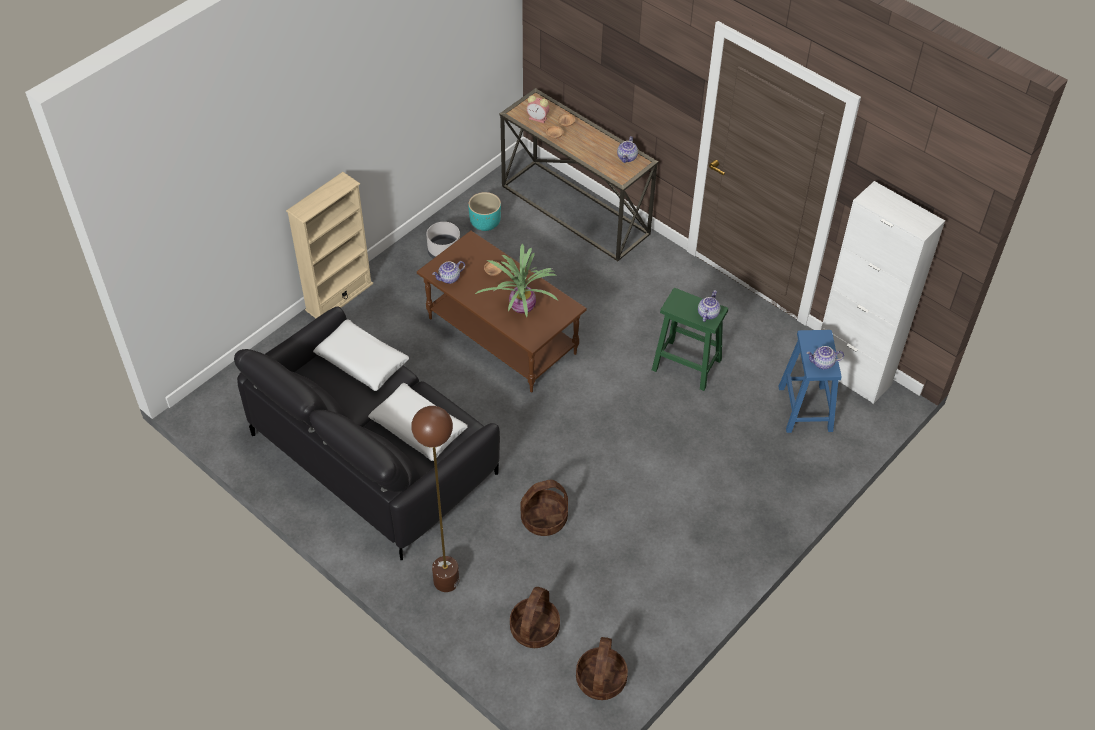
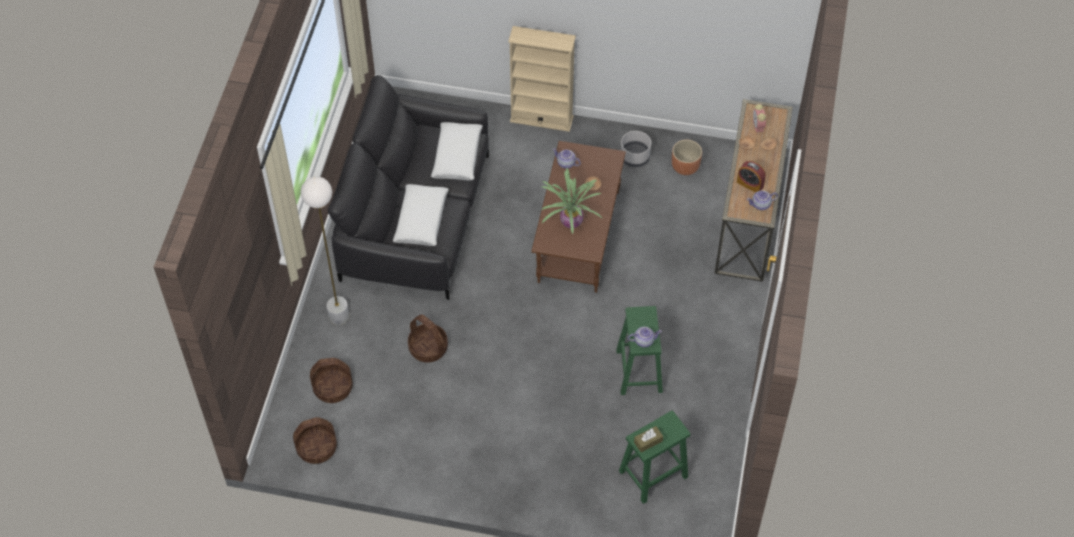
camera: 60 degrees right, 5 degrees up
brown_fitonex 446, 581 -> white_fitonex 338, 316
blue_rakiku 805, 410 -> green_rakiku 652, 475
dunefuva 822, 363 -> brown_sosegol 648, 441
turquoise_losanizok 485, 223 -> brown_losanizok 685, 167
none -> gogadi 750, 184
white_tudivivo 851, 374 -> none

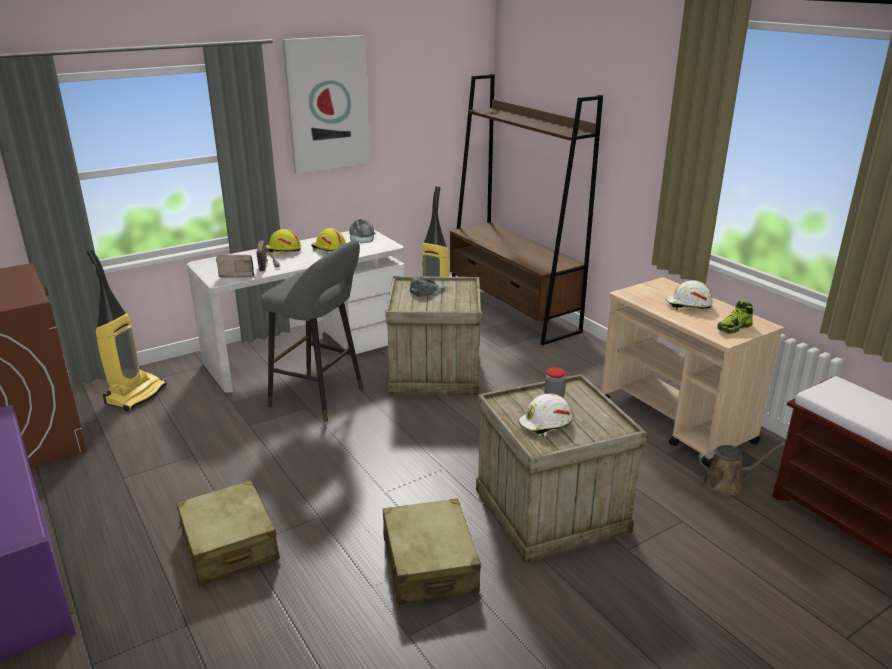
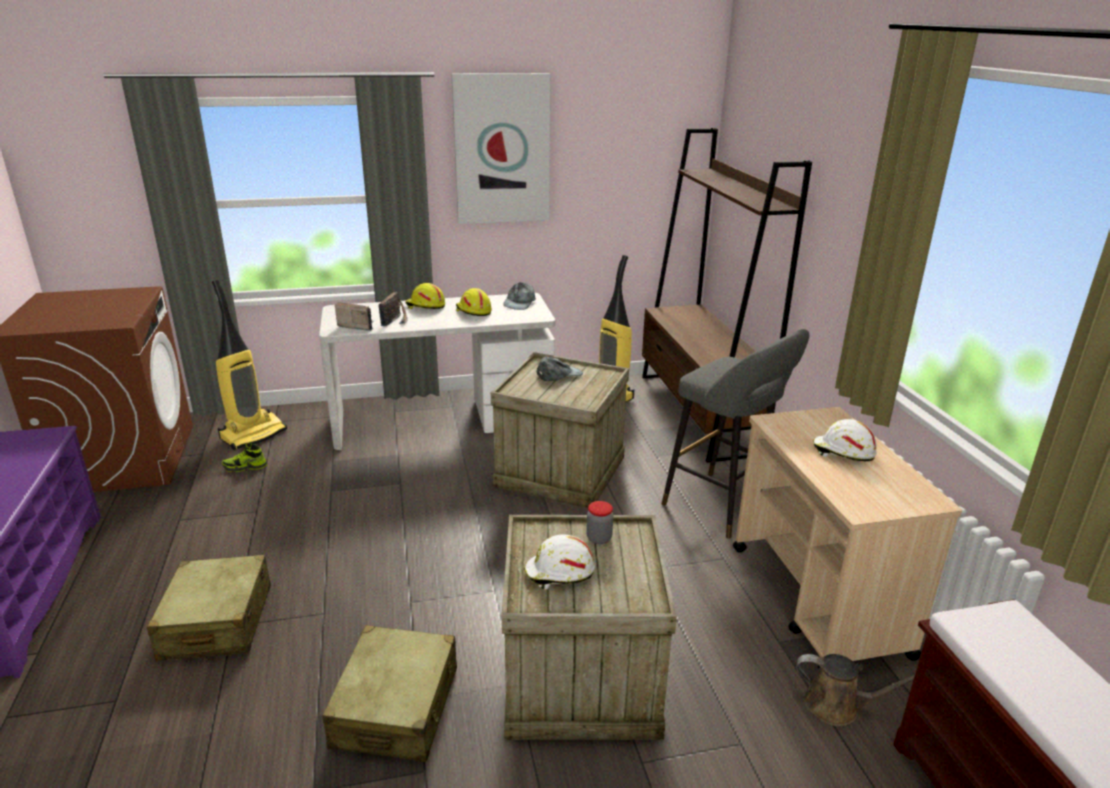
camera: 20 degrees right, 0 degrees up
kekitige 734, 328 -> kekitige 245, 467, shifted
grey_rakiku 321, 398 -> grey_rakiku 724, 507, shifted

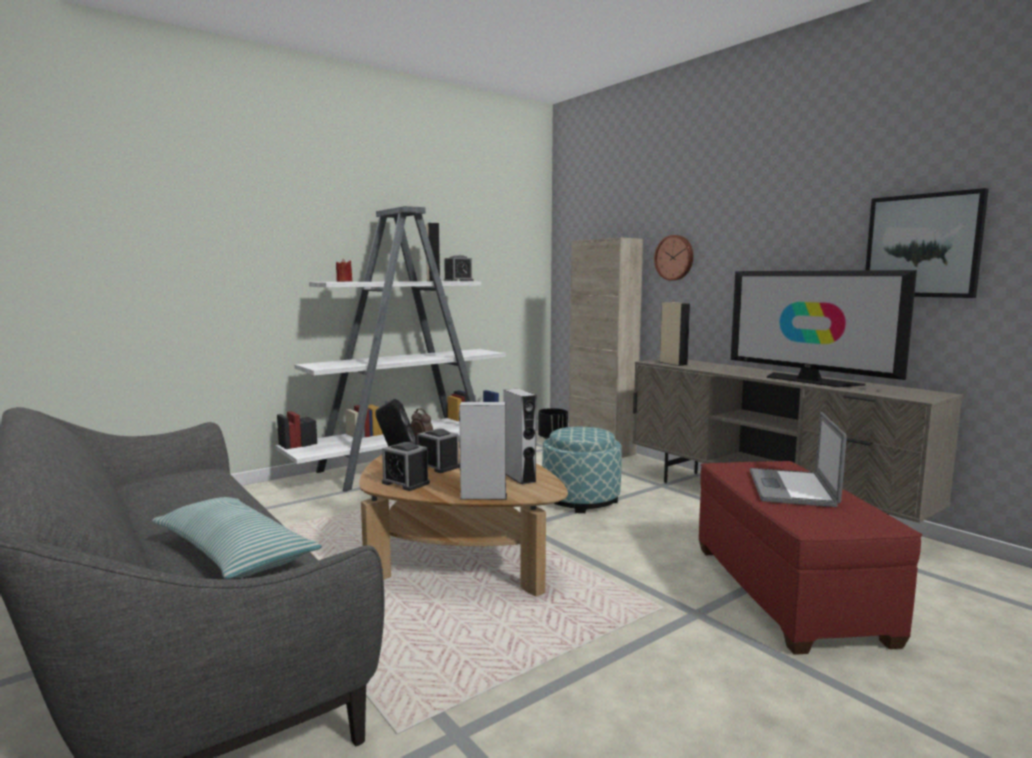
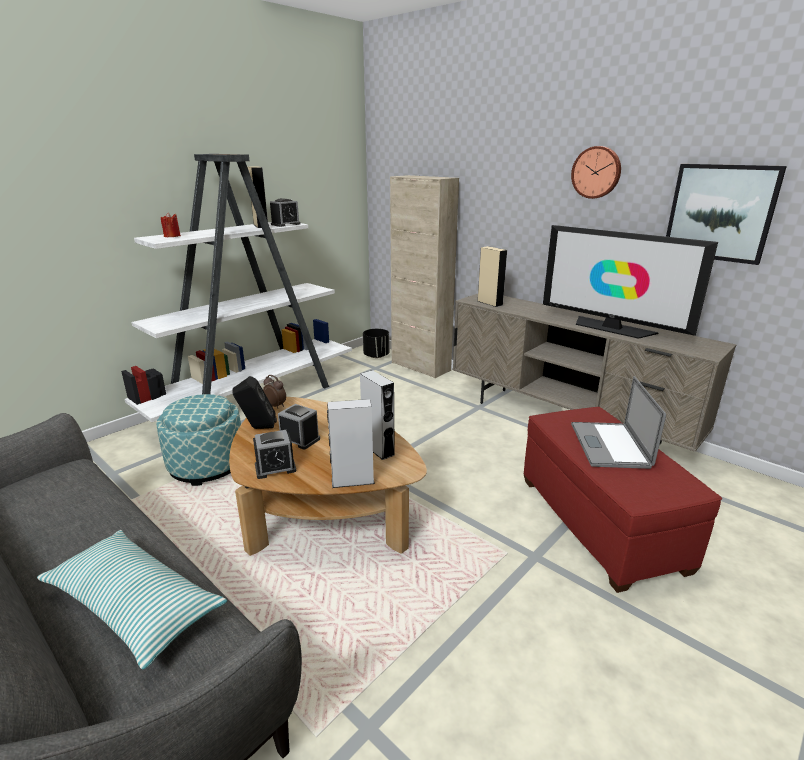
camera: 10 degrees left, 15 degrees up
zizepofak 581, 500 -> zizepofak 207, 465, shifted
gogadi 405, 483 -> gogadi 275, 468, 45 degrees counterclockwise
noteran 675, 257 -> noteran 596, 172, shifted

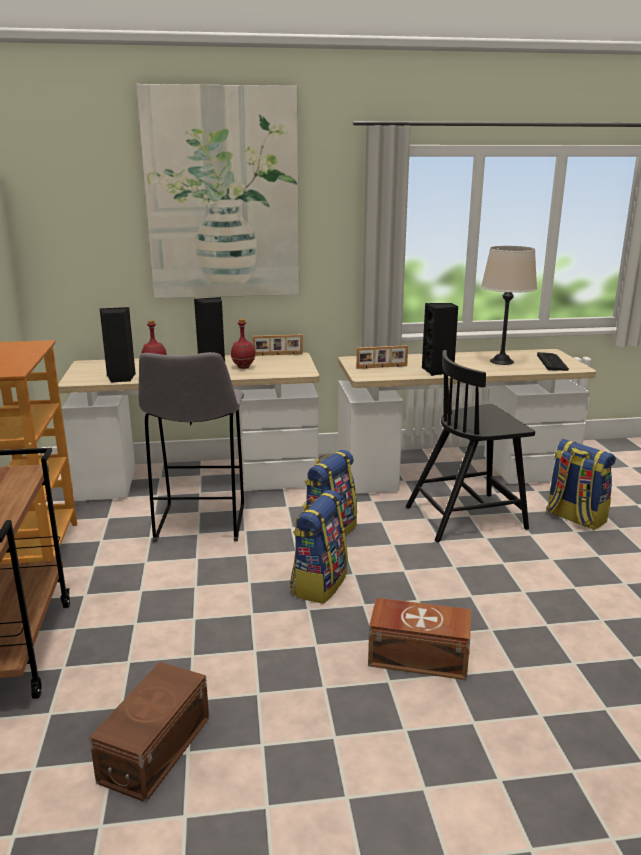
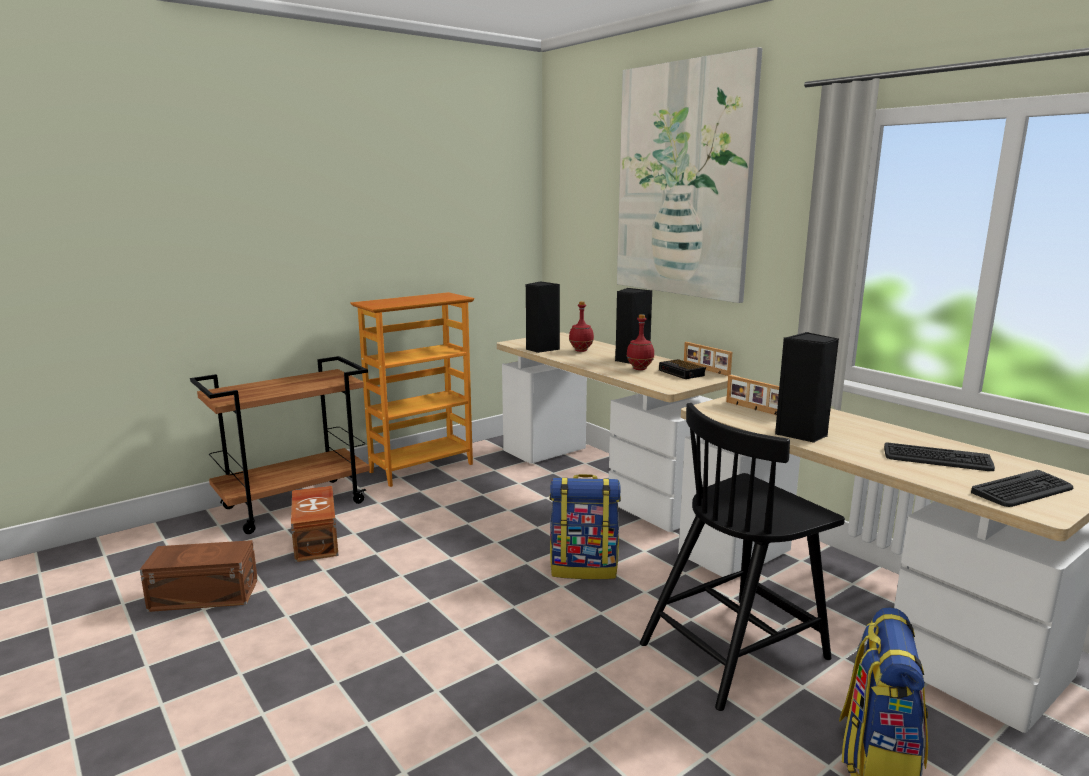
camera: 60 degrees right, 5 degrees down
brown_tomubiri 417, 656 -> brown_tomubiri 317, 539, shifted
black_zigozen 467, 517 -> black_zigozen 735, 649, 75 degrees counterclockwise
none -> gogadi 682, 373
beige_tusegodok 501, 361 -> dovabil 937, 459
grey_rakiku 200, 524 -> none
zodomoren 318, 584 -> none

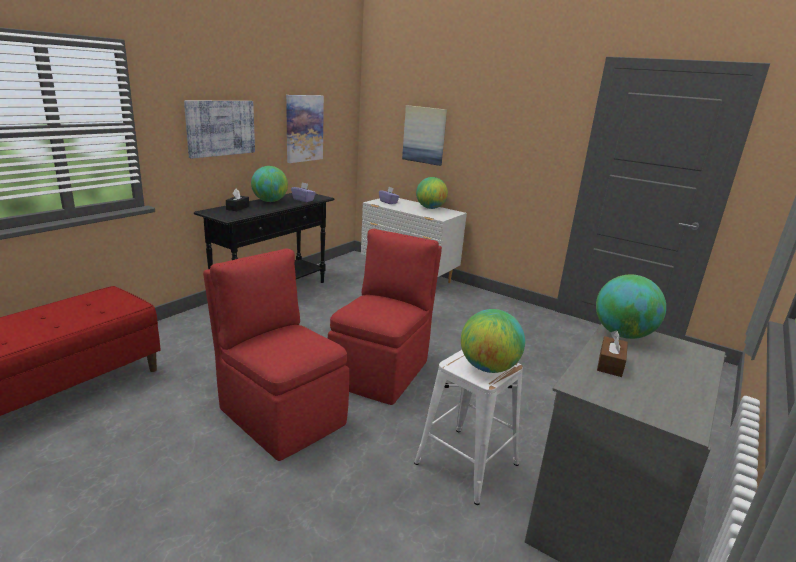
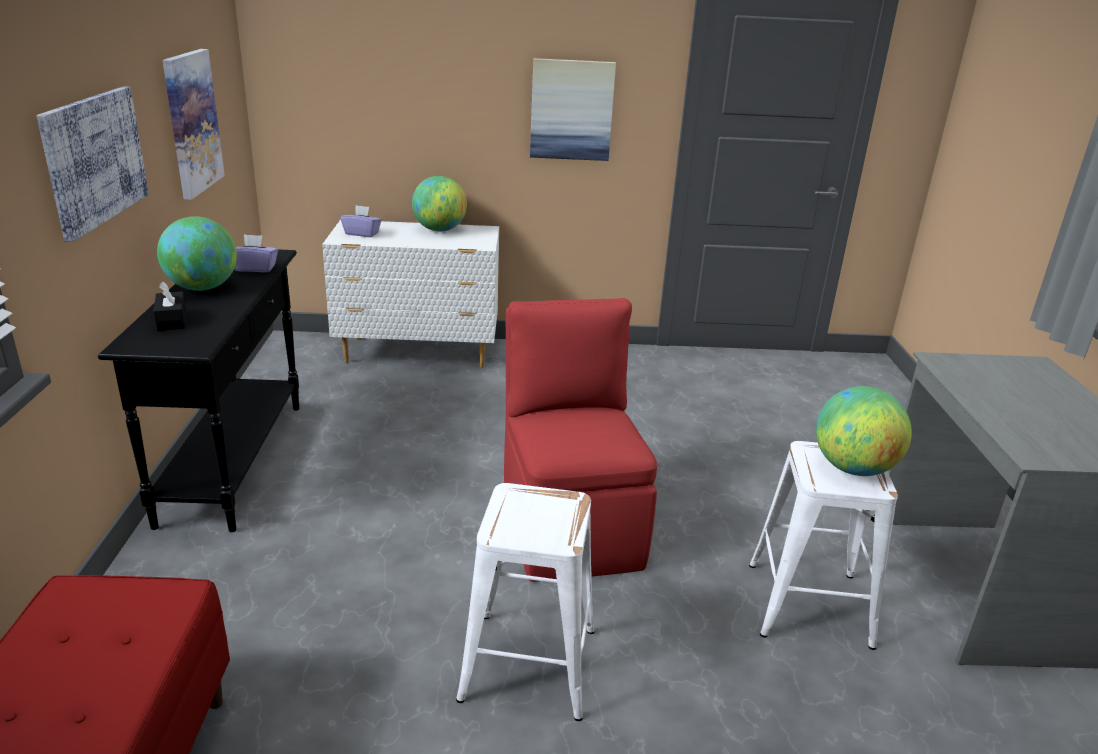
camera: 35 degrees left, 5 degrees up
red_zigozen 280, 414 -> white_rakiku 527, 663
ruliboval 424, 135 -> ruliboval 571, 110, shifted
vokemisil 622, 334 -> none
brown_sosegol 610, 364 -> none

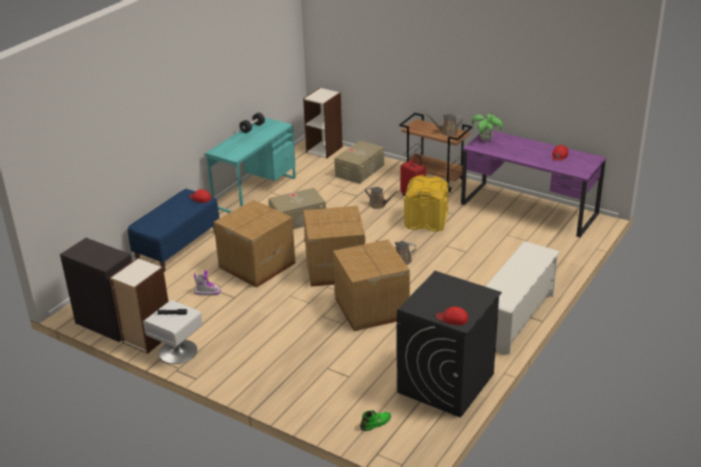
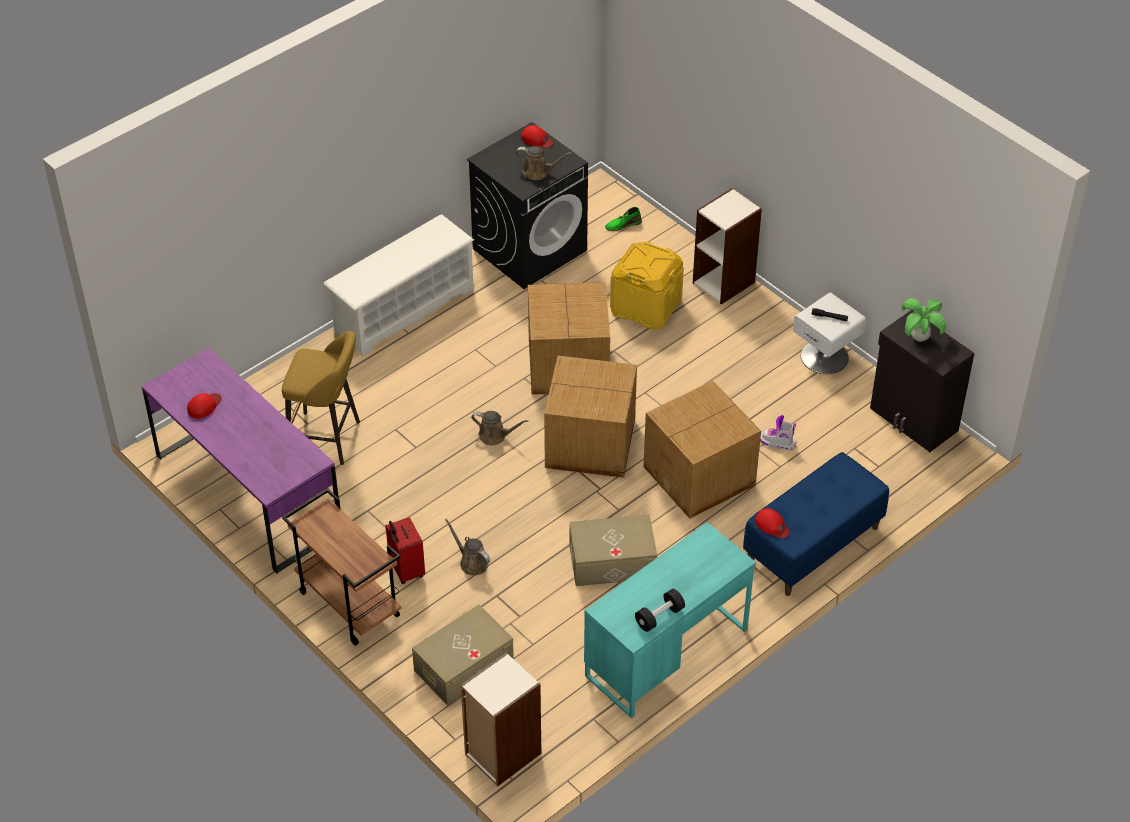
camera: 165 degrees left, 15 degrees up
none -> yellow_rakiku 328, 439
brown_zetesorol 447, 132 -> brown_zetesorol 538, 172, shifted
yellow_tomubiri 426, 220 -> yellow_tomubiri 645, 306, shifted
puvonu 147, 338 -> puvonu 724, 282, shifted
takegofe 486, 140 -> takegofe 919, 338, shifted

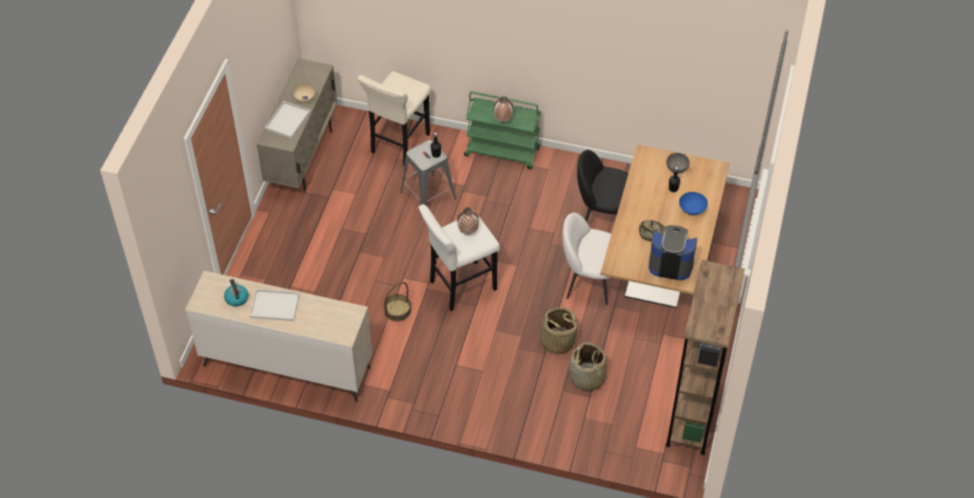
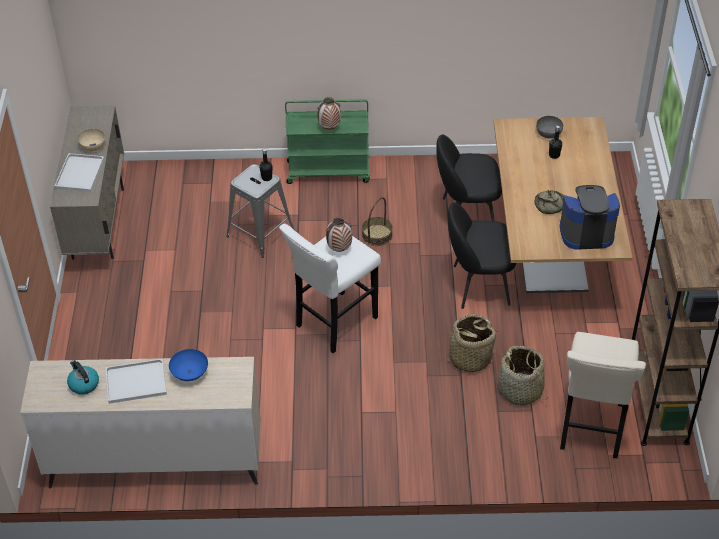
camera: 15 degrees left, 5 degrees down
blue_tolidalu 692, 209 -> blue_tolidalu 189, 373, shifted
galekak 397, 310 -> galekak 377, 235, shifted
white_zigozen 588, 281 -> black_zigozen 479, 285
beige_rakiku 398, 145 -> beige_rakiku 591, 430, shifted

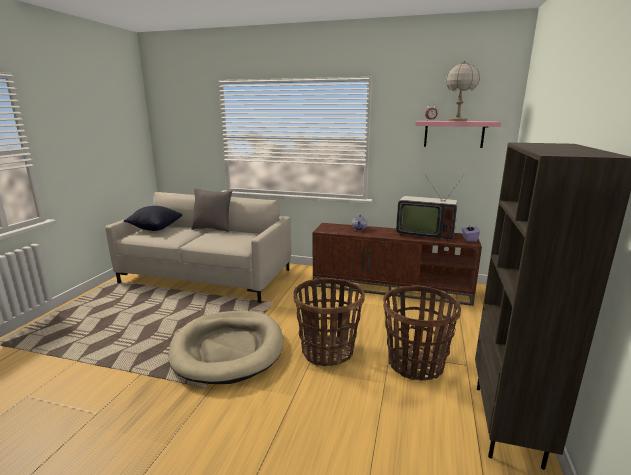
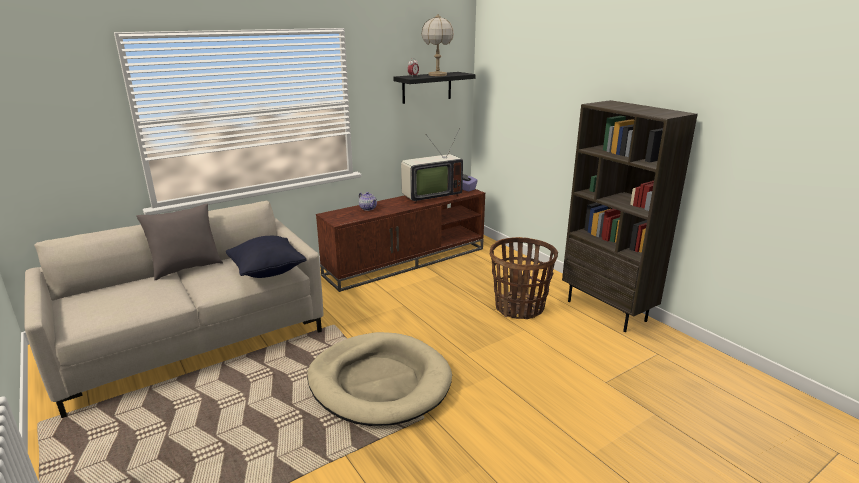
camera: 50 degrees left, 5 degrees up
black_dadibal 155, 228 -> black_dadibal 267, 271, shifted
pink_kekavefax 454, 134 -> black_kekavefax 427, 87
galekak 327, 351 -> none

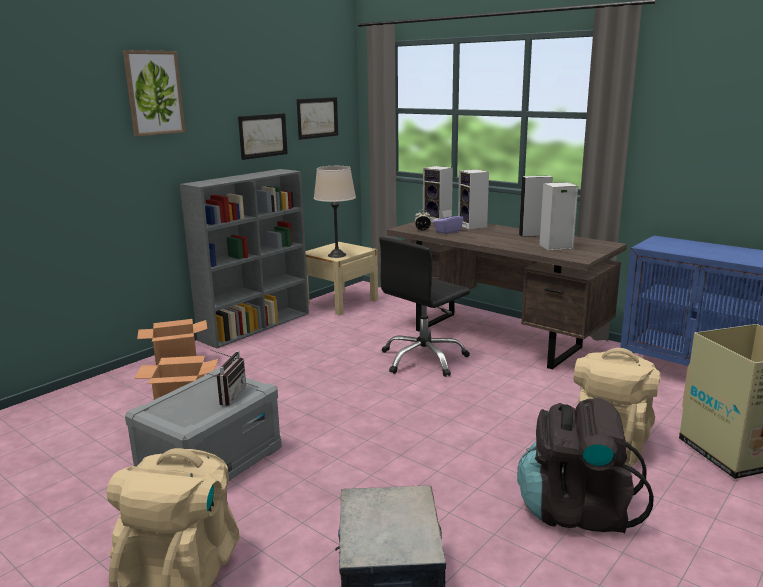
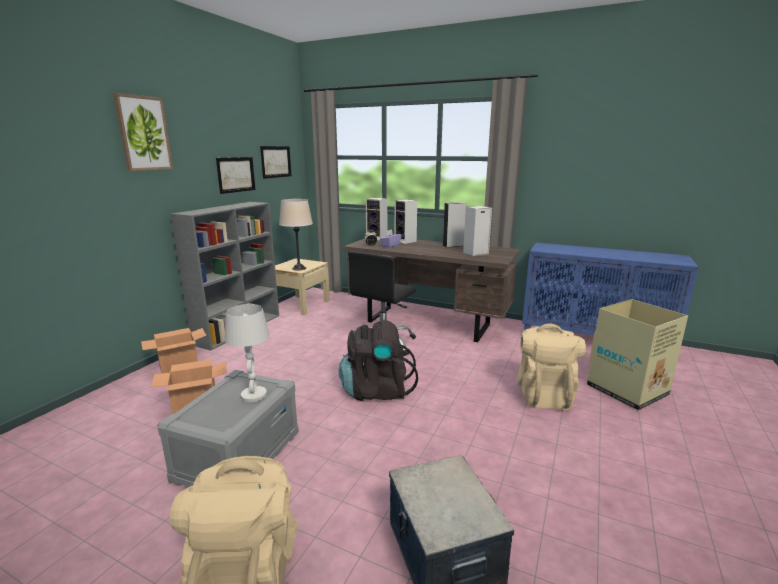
camera: 15 degrees left, 0 degrees up
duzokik 228, 395 -> white_tusegodok 253, 395
black_zodomoren 576, 511 -> black_zodomoren 376, 390, shifted

